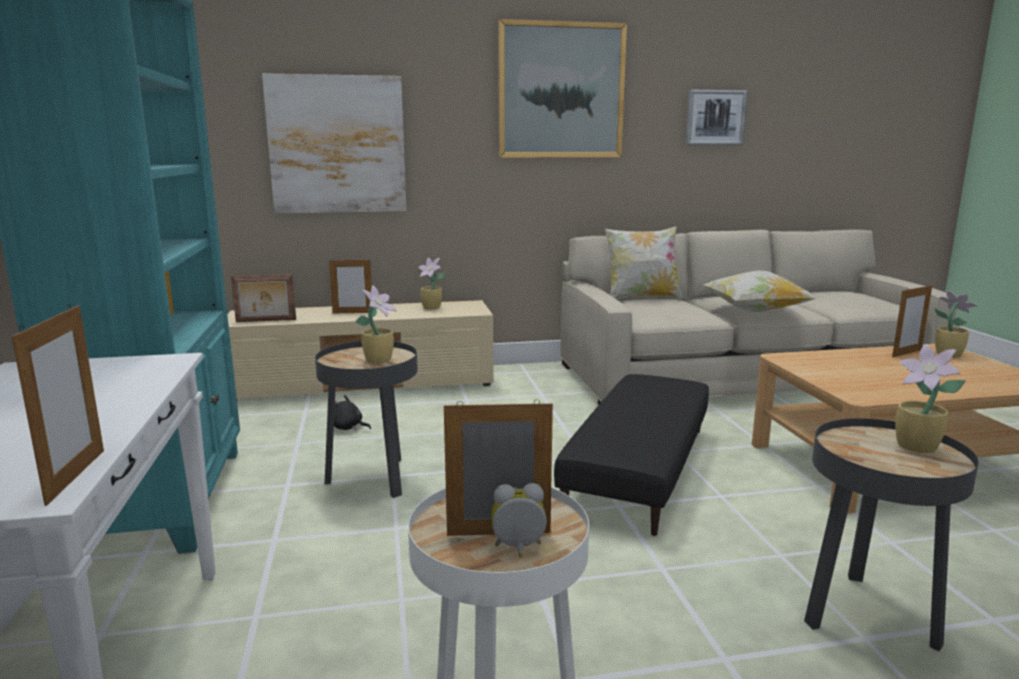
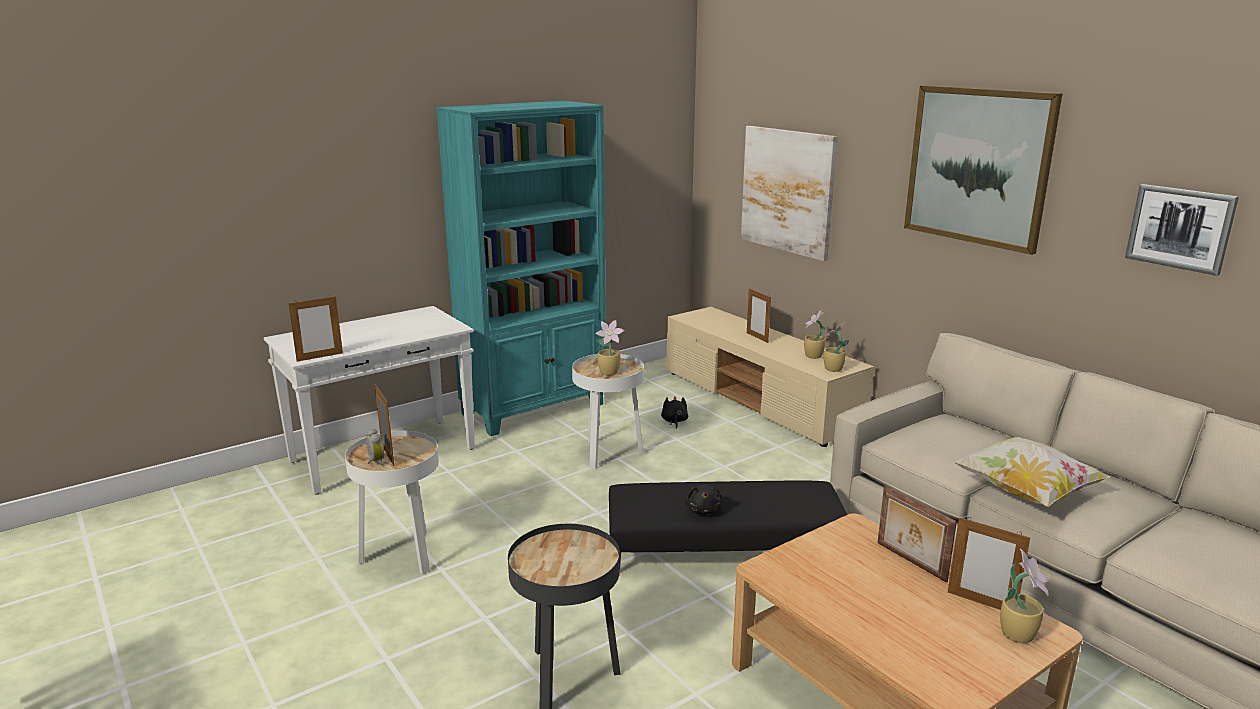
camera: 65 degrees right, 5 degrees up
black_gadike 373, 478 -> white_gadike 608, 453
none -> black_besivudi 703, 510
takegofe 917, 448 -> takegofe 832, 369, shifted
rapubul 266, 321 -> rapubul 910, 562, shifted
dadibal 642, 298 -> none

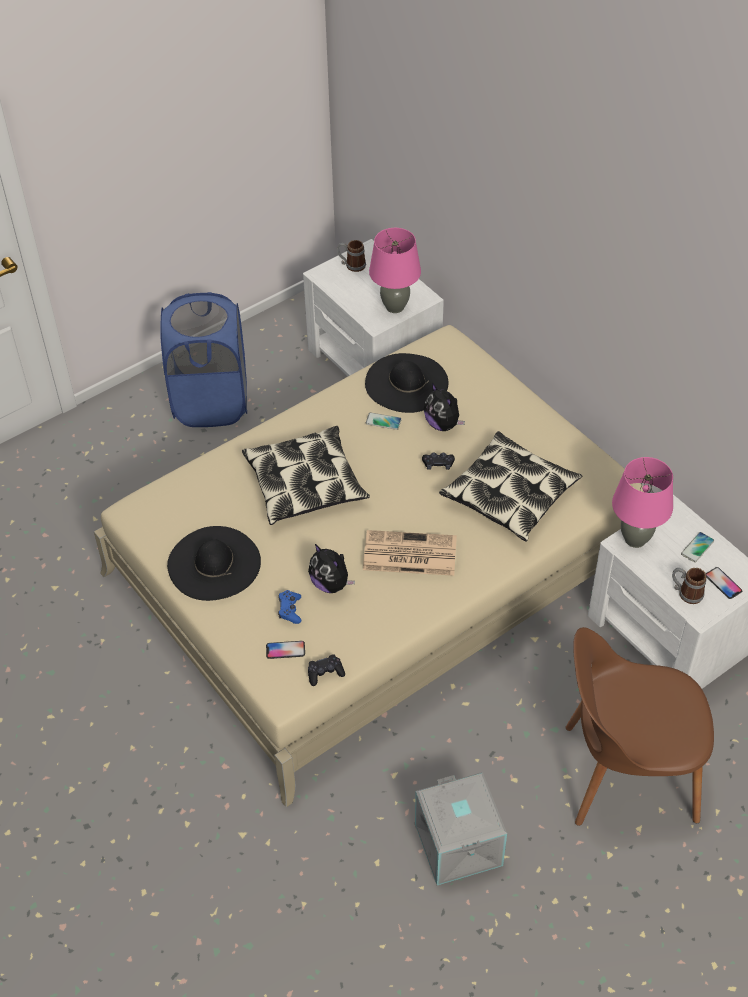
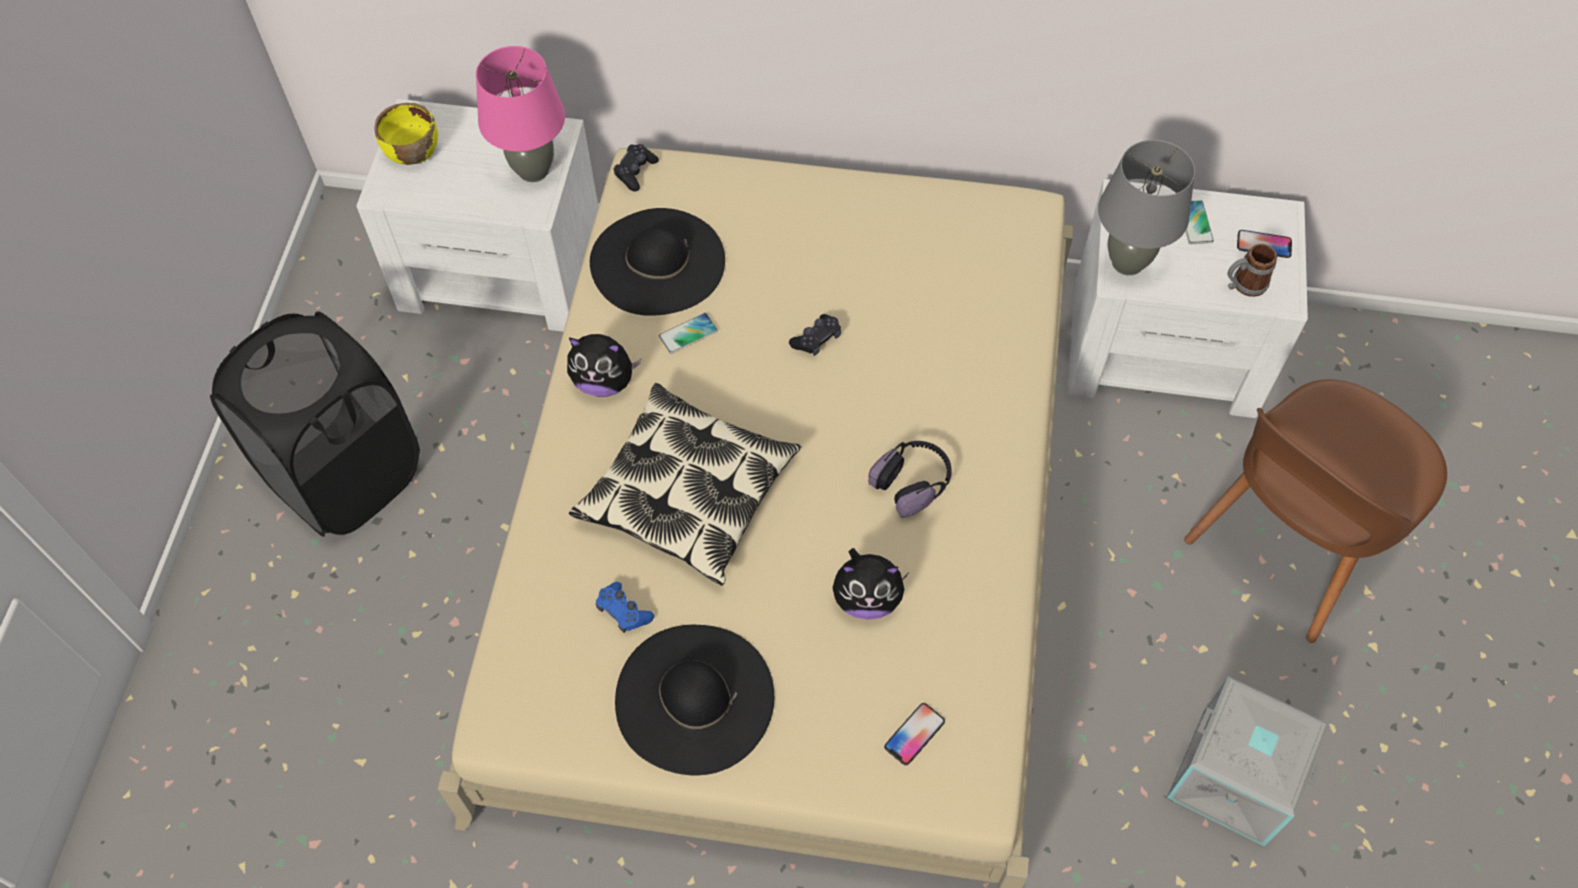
camera: 45 degrees left, 10 degrees up
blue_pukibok 211, 402 -> black_pukibok 346, 476
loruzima 351, 265 -> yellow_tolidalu 412, 152
besivudi 443, 424 -> besivudi 604, 381, shifted
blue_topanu 290, 610 -> blue_topanu 623, 611, shifted
black_topanu 325, 673 -> black_topanu 635, 172, shifted
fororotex 408, 554 -> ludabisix 912, 483
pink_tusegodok 635, 539 -> grey_tusegodok 1128, 263
dadibal 510, 495 -> none

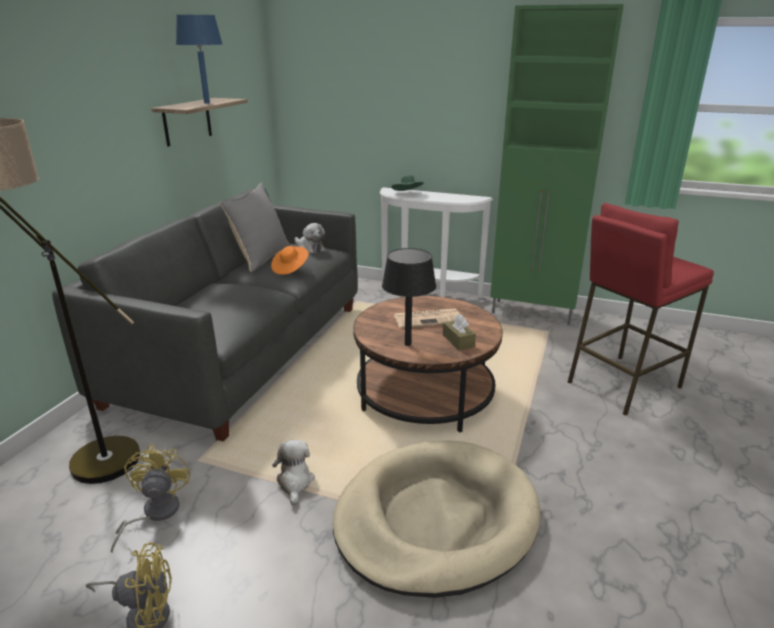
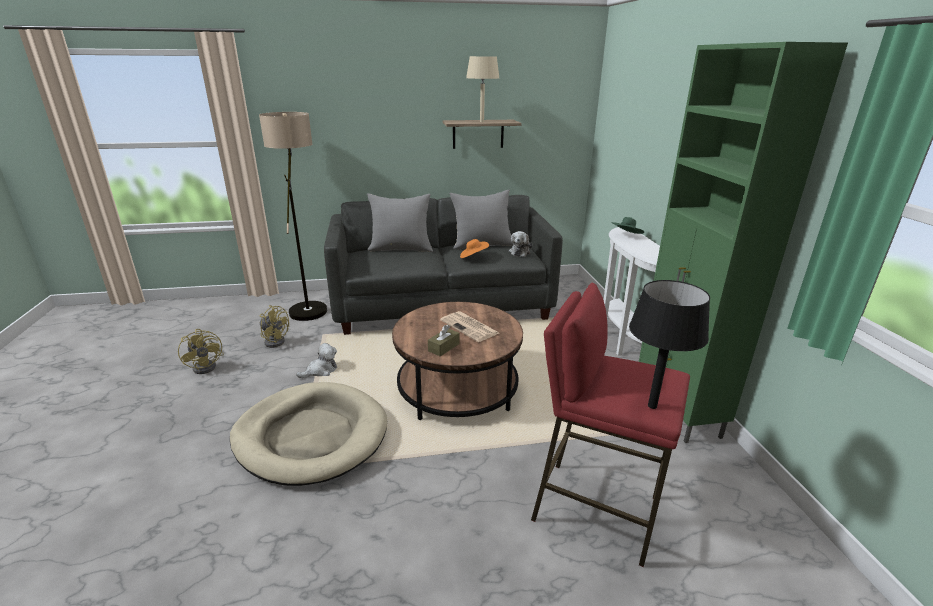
camera: 60 degrees right, 0 degrees up
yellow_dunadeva 154, 513 -> yellow_dunadeva 275, 340, 60 degrees clockwise
none -> grey_dadibal 401, 248
blue_tusegodok 206, 103 -> beige_tusegodok 481, 121
black_tusegodok 408, 344 -> black_tusegodok 652, 406, shifted

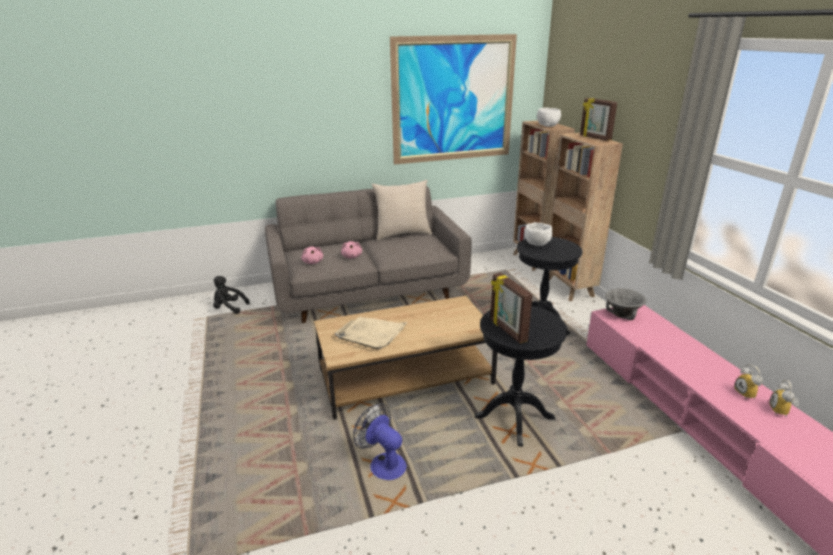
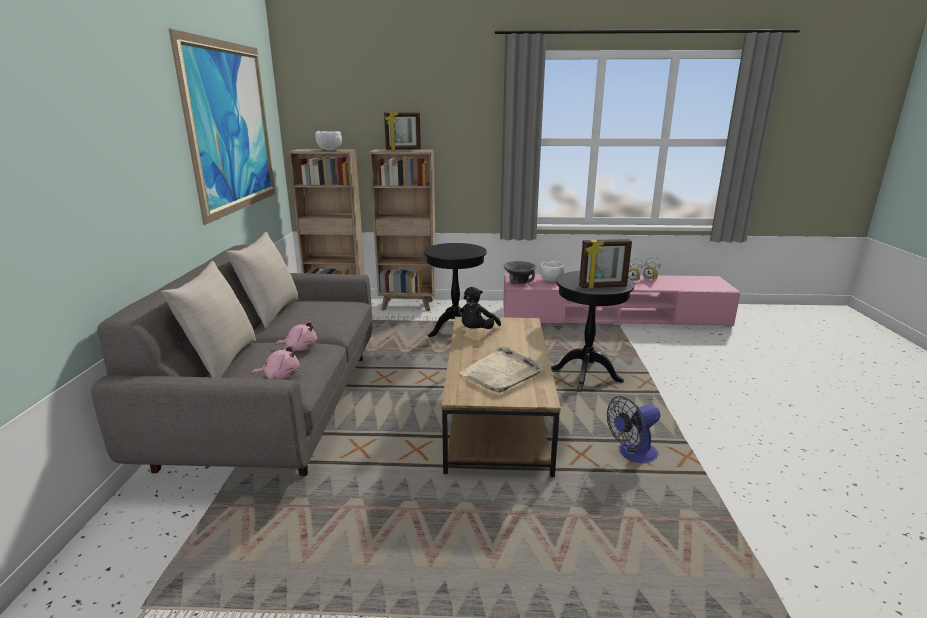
camera: 70 degrees left, 5 degrees down
none -> beige_dadibal 222, 360
black_besivudi 229, 308 -> black_besivudi 477, 331, shifted
white_tolidalu 537, 244 -> white_tolidalu 551, 280, shifted

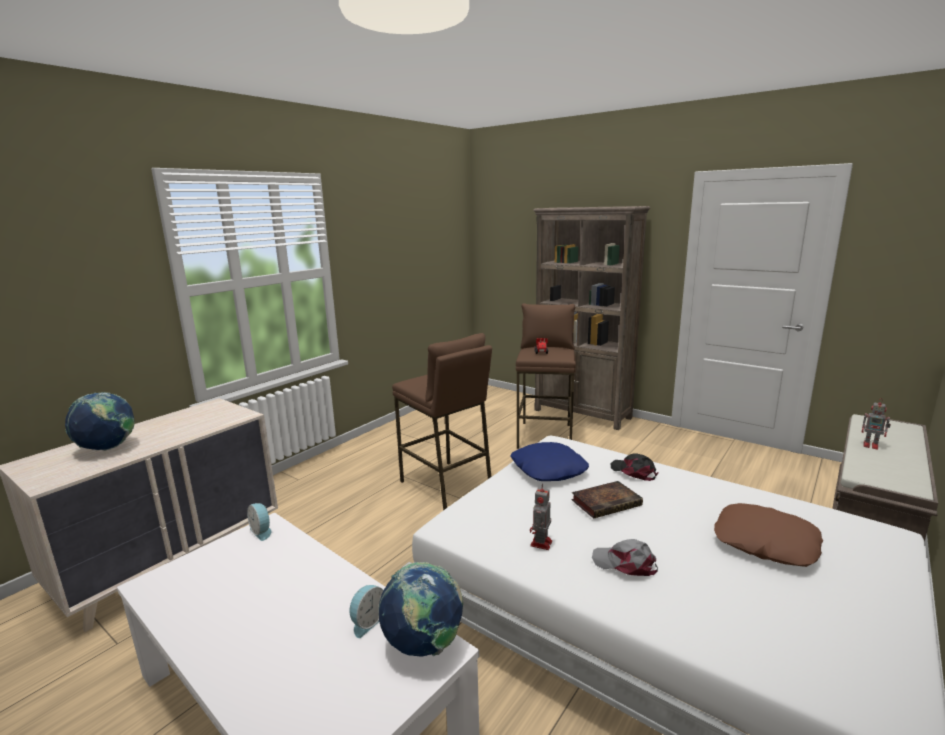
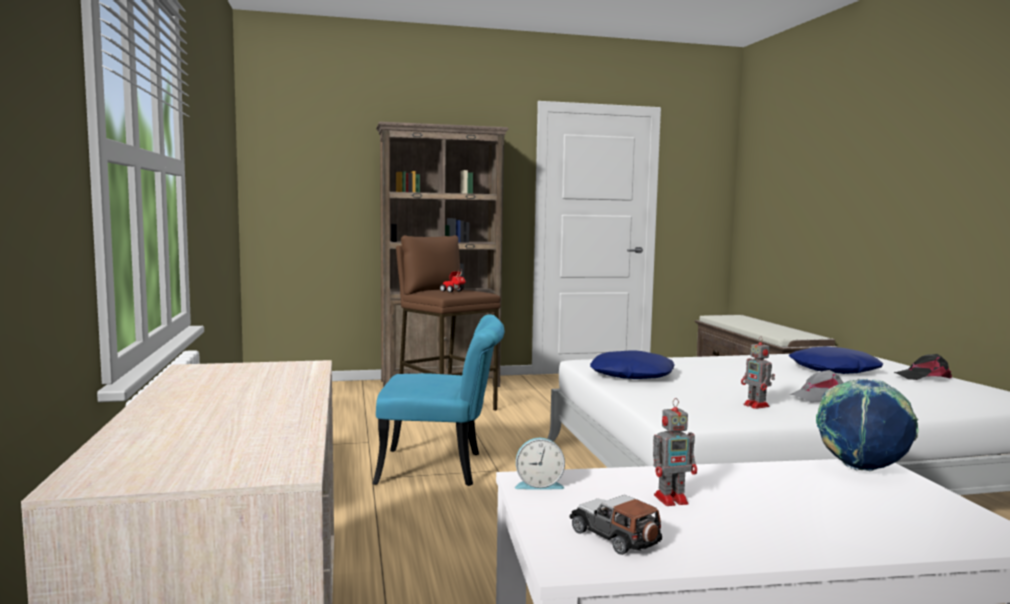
camera: 50 degrees left, 10 degrees down
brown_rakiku 446, 485 -> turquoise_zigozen 443, 468
none -> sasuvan 615, 537
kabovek 871, 445 -> kabovek 672, 499, shifted
brown_dadibal 765, 543 -> blue_dadibal 834, 370
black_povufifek 633, 472 -> black_povufifek 924, 377, shifted
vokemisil 108, 448 -> none
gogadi 367, 621 -> none
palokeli 607, 502 -> none

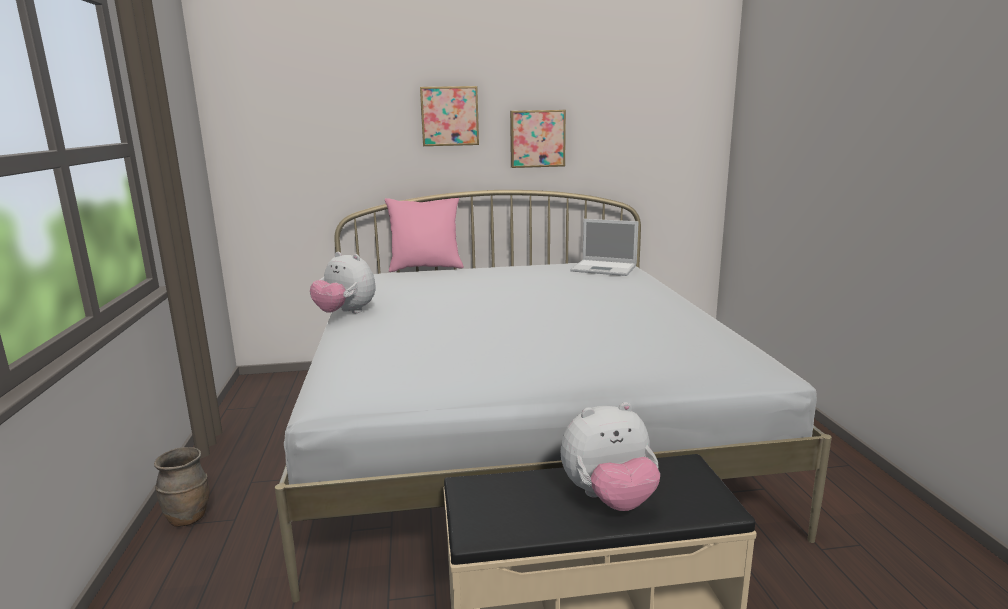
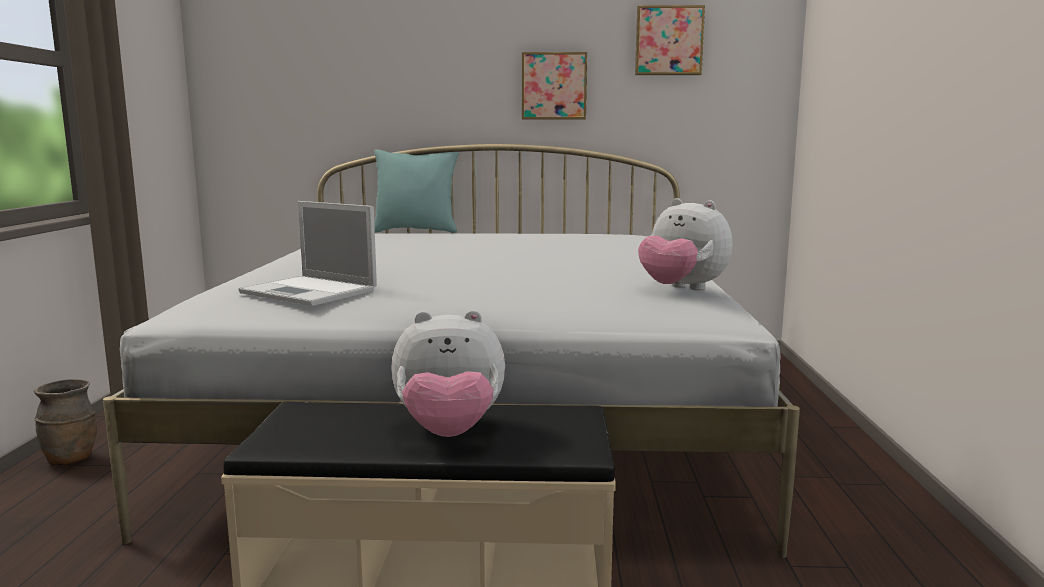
camera: 10 degrees right, 5 degrees down
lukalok 605, 268 -> lukalok 311, 292, shifted
pink_dadibal 426, 268 -> turquoise_dadibal 416, 231
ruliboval 449, 116 -> ruliboval 668, 41, shifted
besivudi 345, 313 -> besivudi 682, 289, shifted

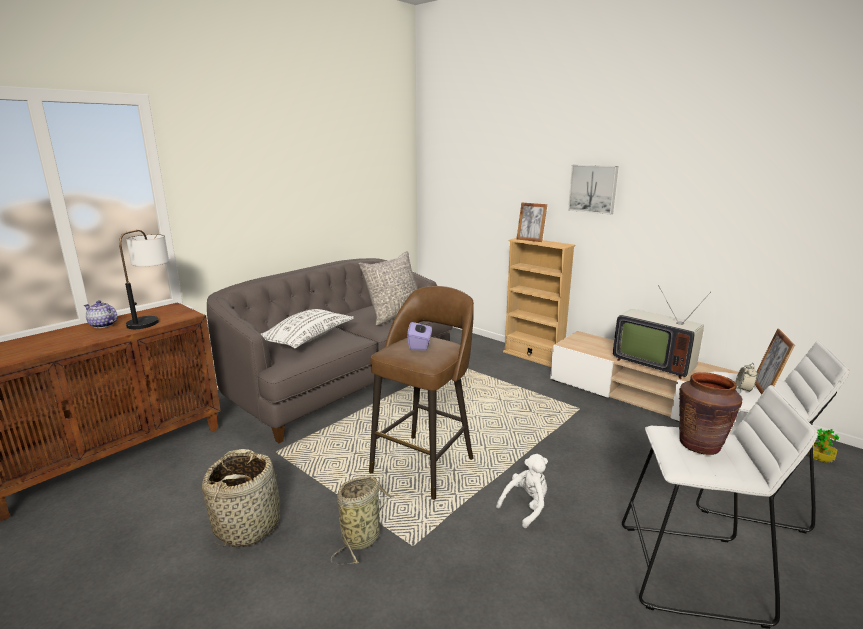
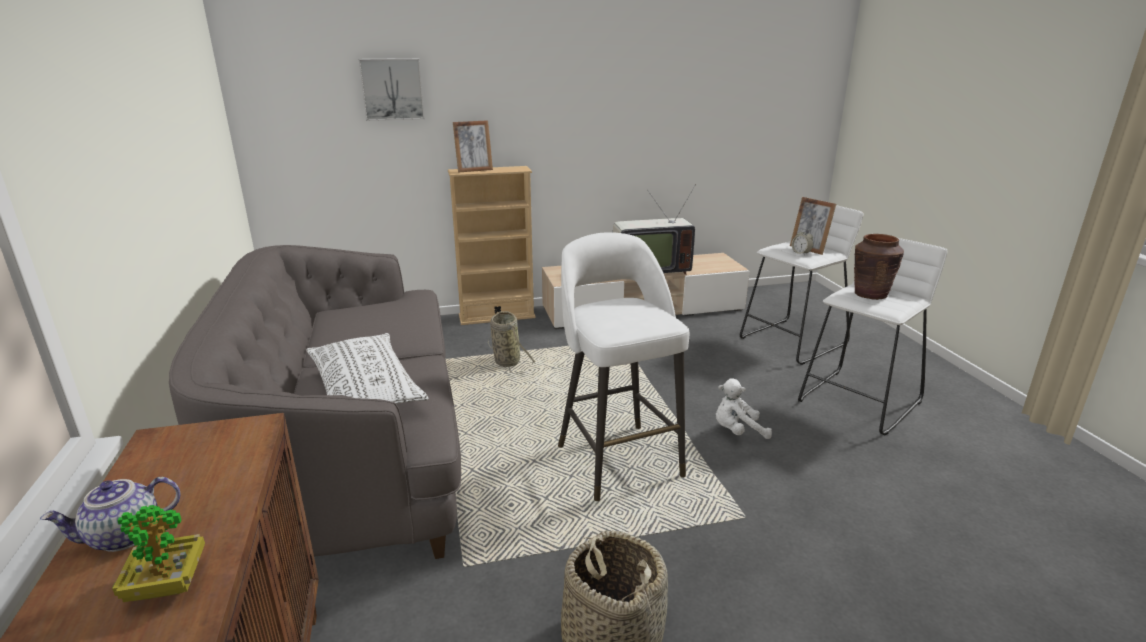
camera: 55 degrees left, 5 degrees up
takegofe 820, 458 -> takegofe 168, 585, shifted
ruliboval 593, 188 -> ruliboval 392, 89, shifted
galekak 363, 537 -> galekak 506, 361, shifted
brown_rakiku 424, 463 -> white_rakiku 617, 458
white_besivudi 526, 506 -> white_besivudi 737, 431, 90 degrees counterclockwise
tusegodok 153, 319 -> none
grey_dadibal 394, 315 -> none
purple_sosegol 420, 345 -> none

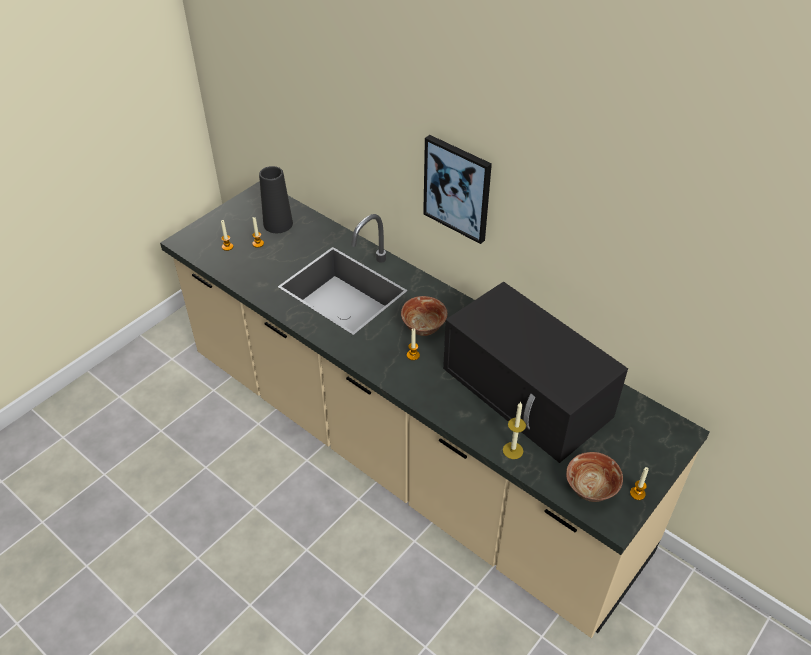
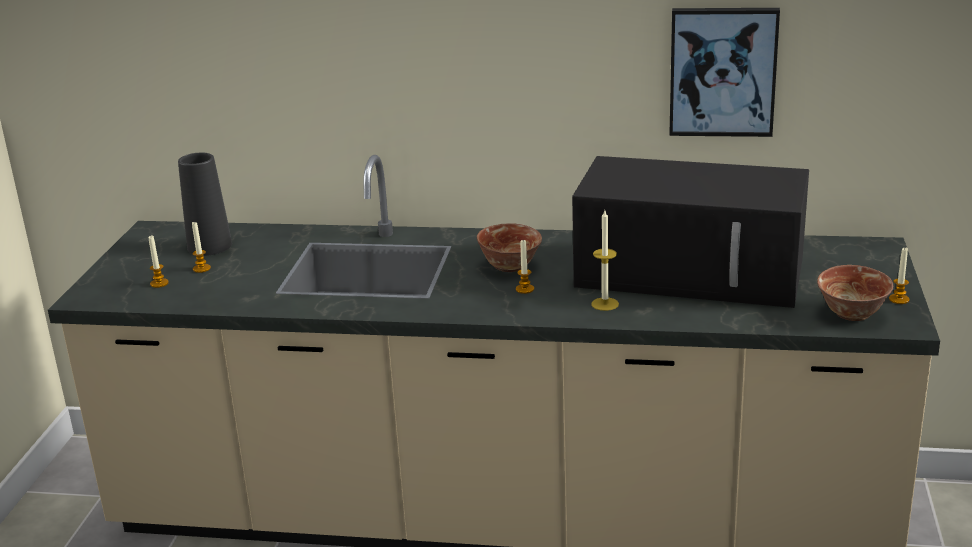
camera: 30 degrees left, 20 degrees down
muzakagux 513, 450 -> muzakagux 605, 304, shifted
ruliboval 457, 188 -> ruliboval 722, 71, shifted

